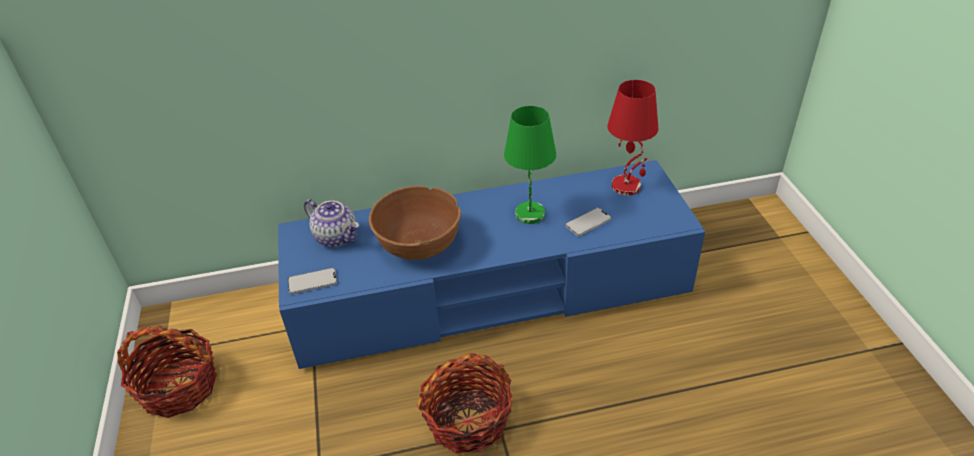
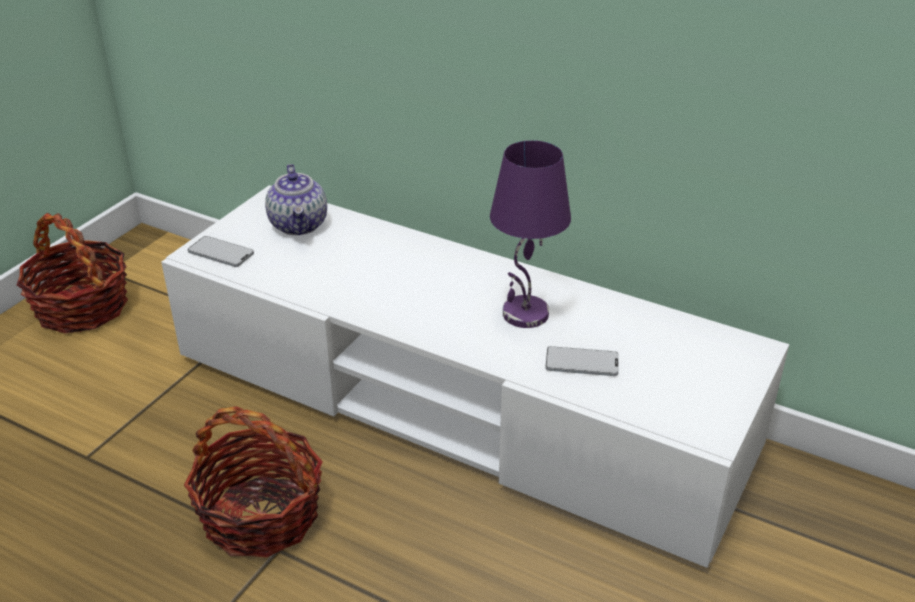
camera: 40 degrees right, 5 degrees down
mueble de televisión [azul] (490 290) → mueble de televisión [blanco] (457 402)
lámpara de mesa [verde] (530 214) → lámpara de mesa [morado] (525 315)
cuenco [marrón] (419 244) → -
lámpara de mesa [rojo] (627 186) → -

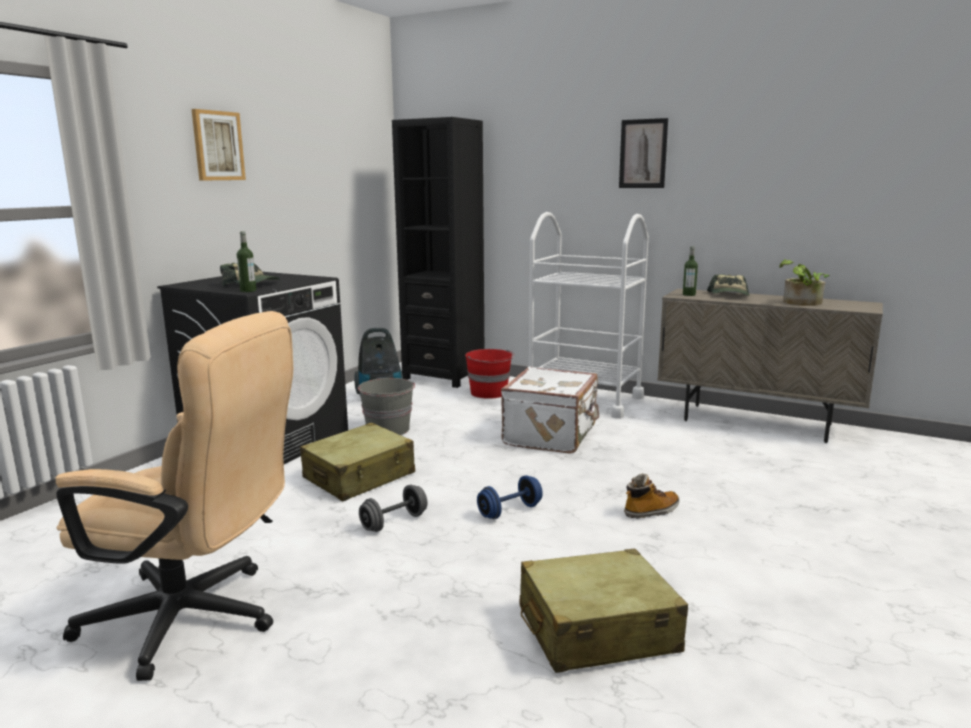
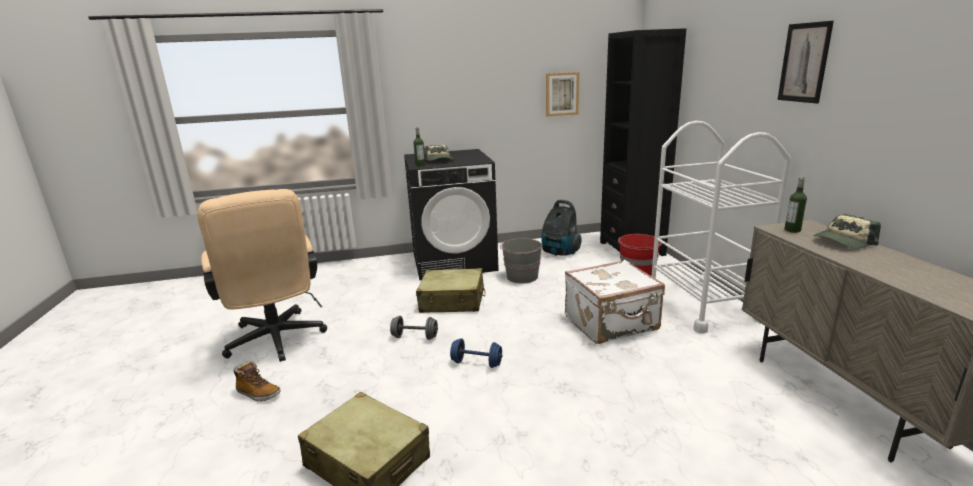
camera: 50 degrees right, 5 degrees up
bota (651 511) → bota (258 394), moved
cuadro (218 146) → cuadro (561 94), moved
planta en maceta (800 303) → -

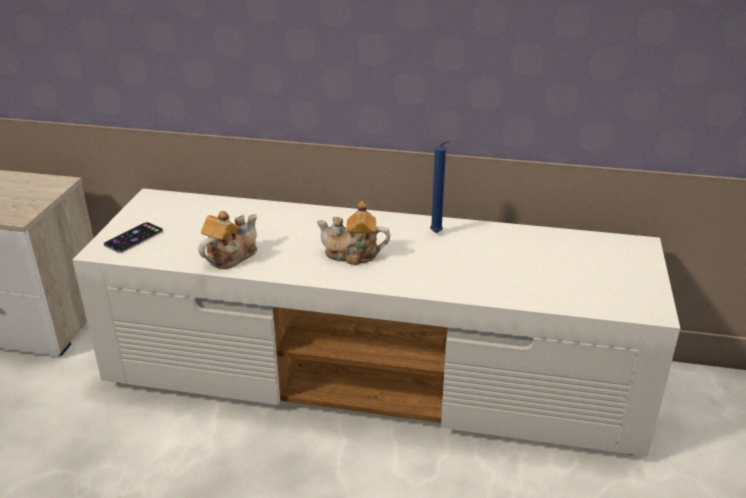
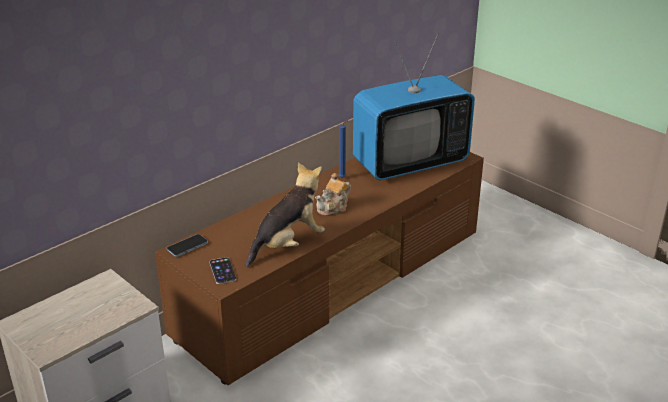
camera: 55 degrees left, 0 degrees up
mueble de televisión [blanco] (376 375) → mueble de televisión [marrón] (334 283)
- → móvil (187 246)
tetera (230 256) → peluche (288 244)
- → televisor (410 163)

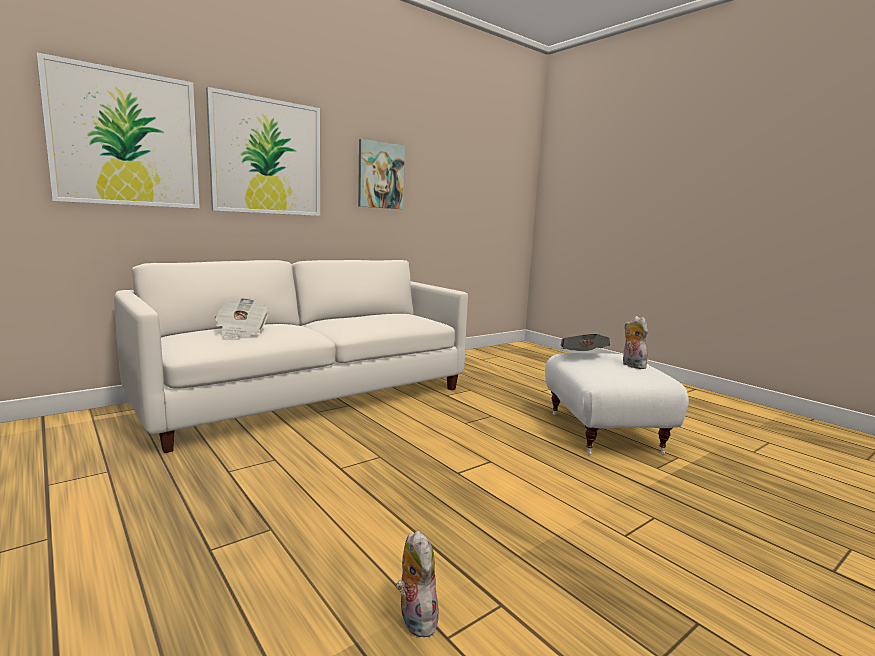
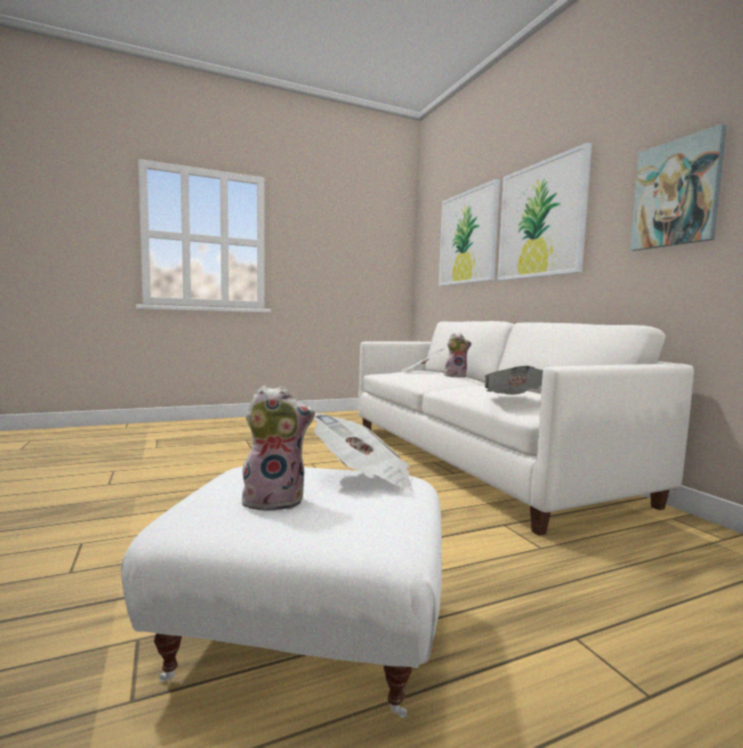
camera: 105 degrees right, 5 degrees down
peluche (414 618) → peluche (455 376), moved
- → periódico (513 399)

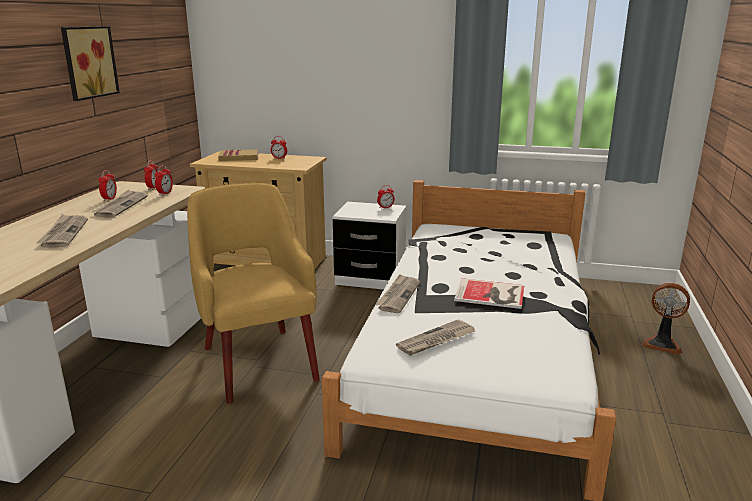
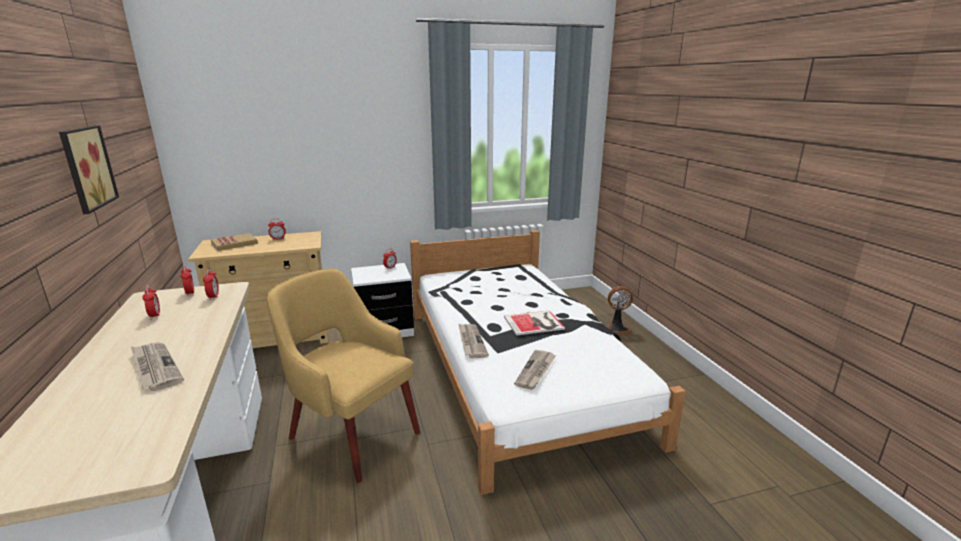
camera: 30 degrees left, 0 degrees up
periódico (121 206) → -

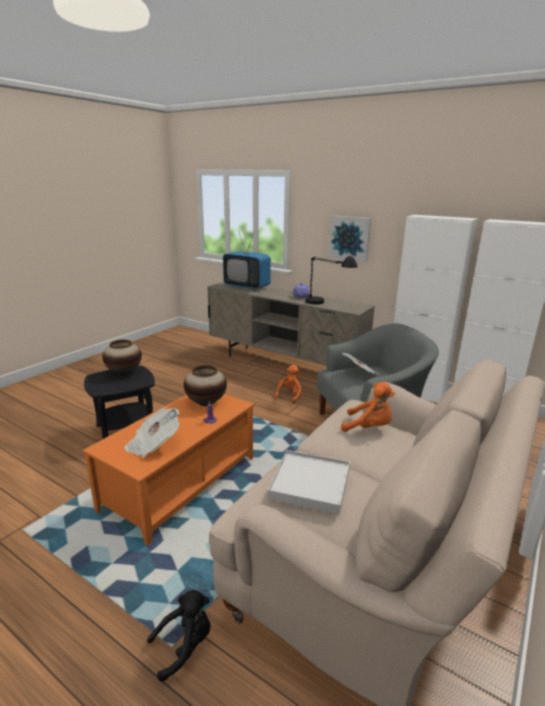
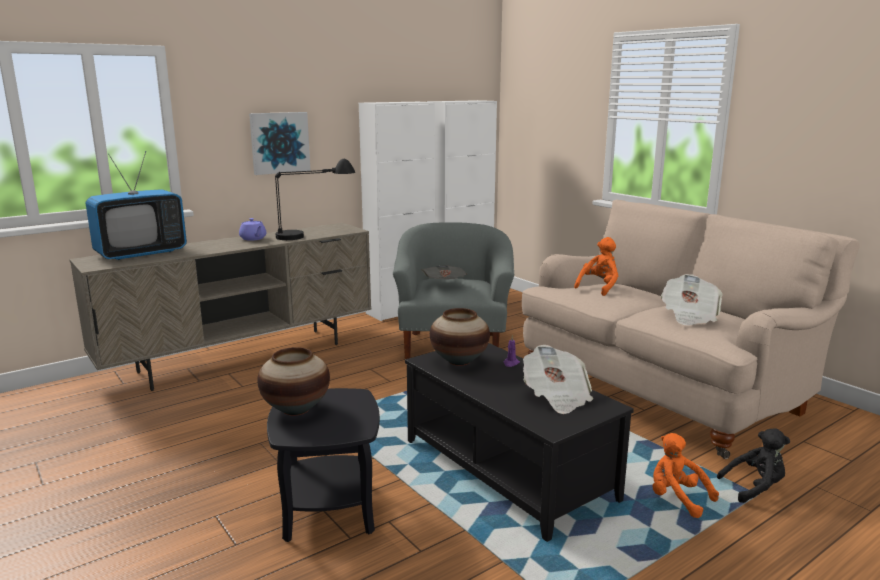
camera: 70 degrees left, 5 degrees down
mesa de centro [naranja] (182 483) → mesa de centro [negro] (508 469)
peluche [naranja] (289 395) → peluche [naranja] (677 498), moved
bandeja [blanco] (310 484) → periódico (689 316)
peluche [negro] (184 646) → peluche [negro] (755 488), 90 degrees clockwise

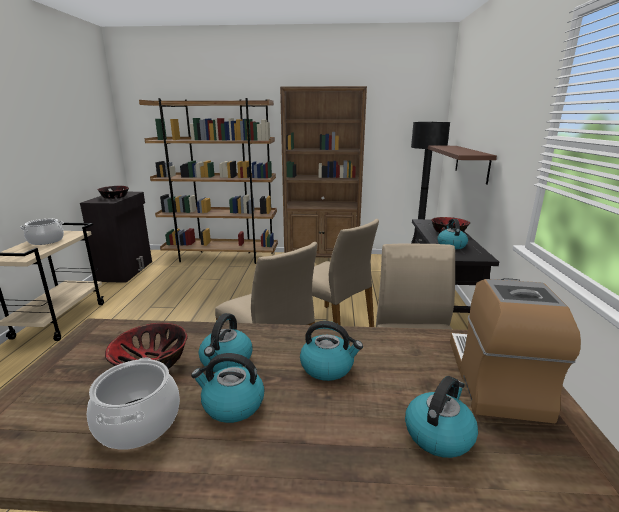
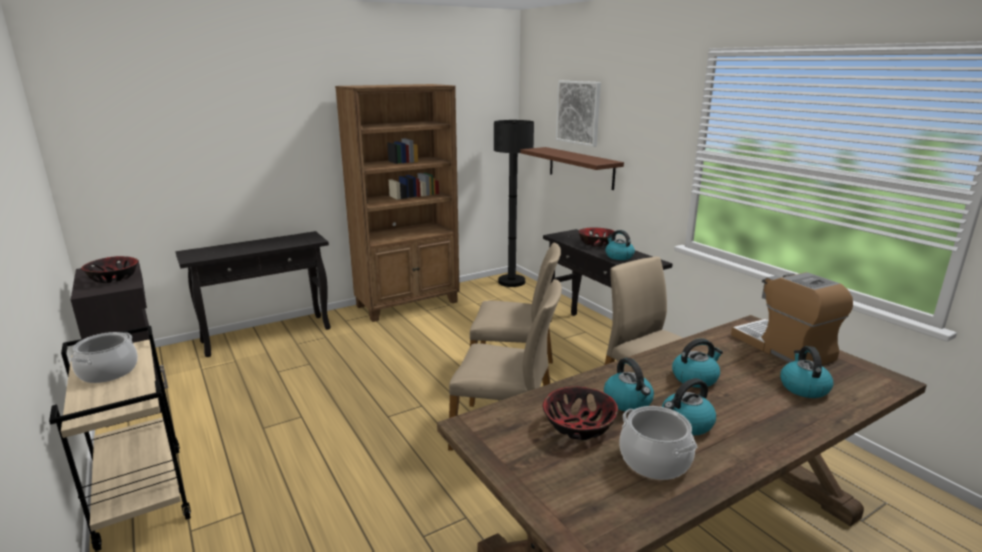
camera: 35 degrees left, 0 degrees up
estantería [marrón] (222 257) → mesa consola [negro] (268 335)
- → cuadro (578 112)

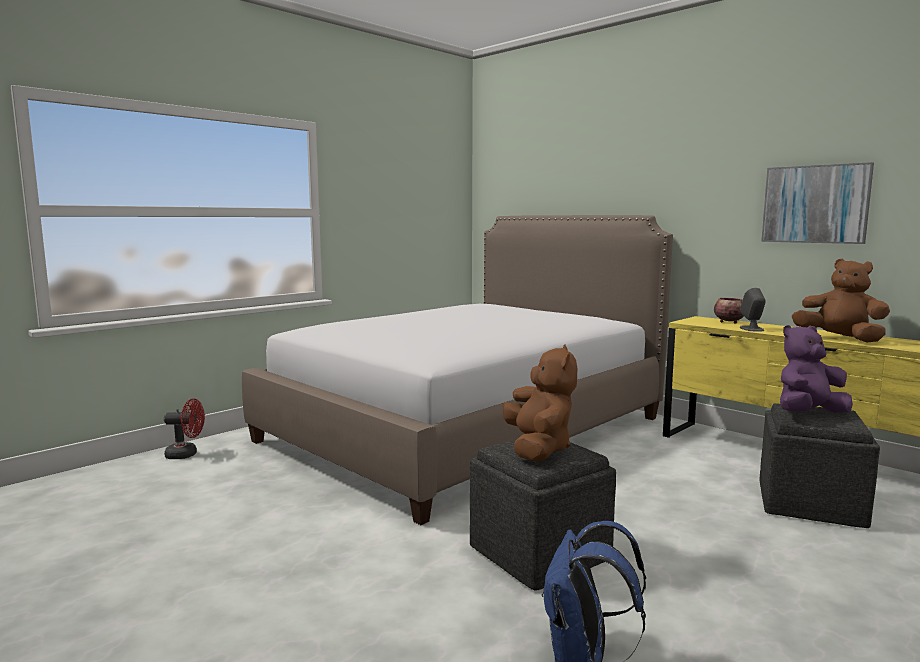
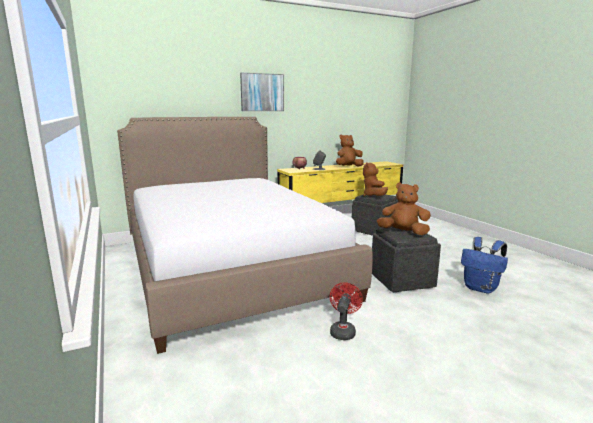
camera: 70 degrees left, 5 degrees up
cuadro (815 204) → cuadro (262 92), moved
ventilador [rojo] (186 454) → ventilador [rojo] (343 331), moved
peluche [morado] (808 414) → peluche [marrón] (373 196)

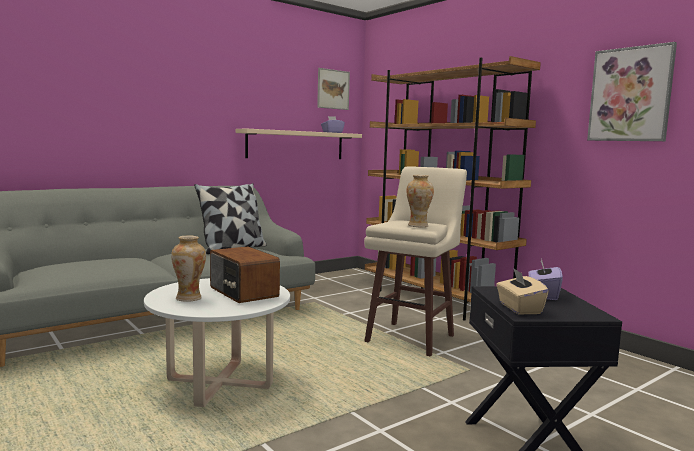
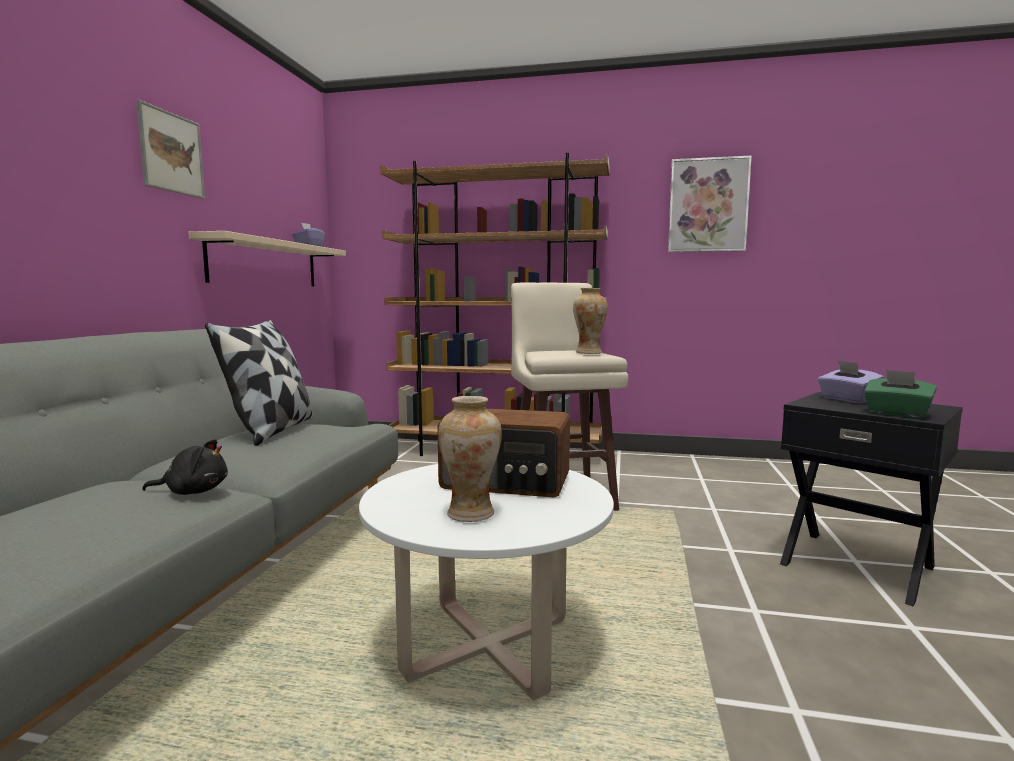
camera: 40 degrees left, 0 degrees up
cuadro (333 89) → cuadro (171 153), moved
- → peluche [negro] (193 491)
caja de pañuelos [beis] (519 308) → caja de pañuelos [verde] (897 414)

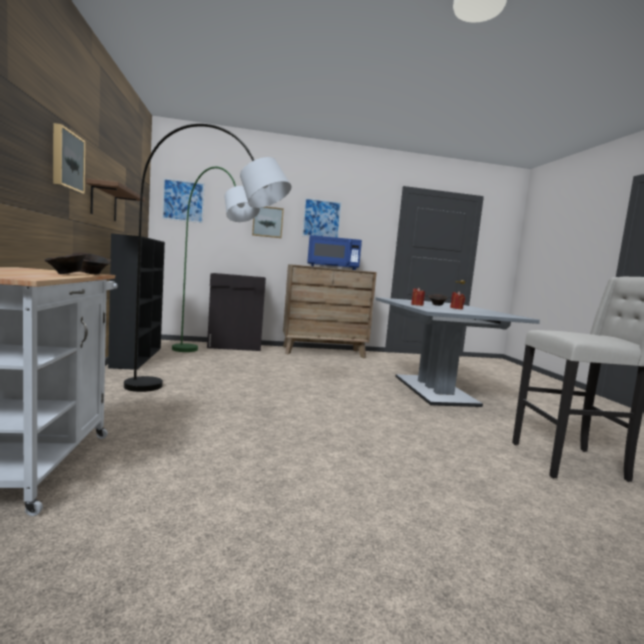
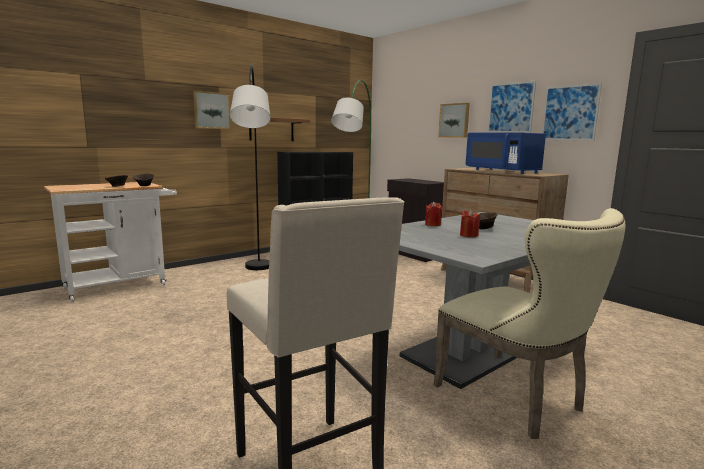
camera: 60 degrees right, 5 degrees up
- → silla [beis] (517 399)
cuadro (183 201) → cuadro (570 113), moved

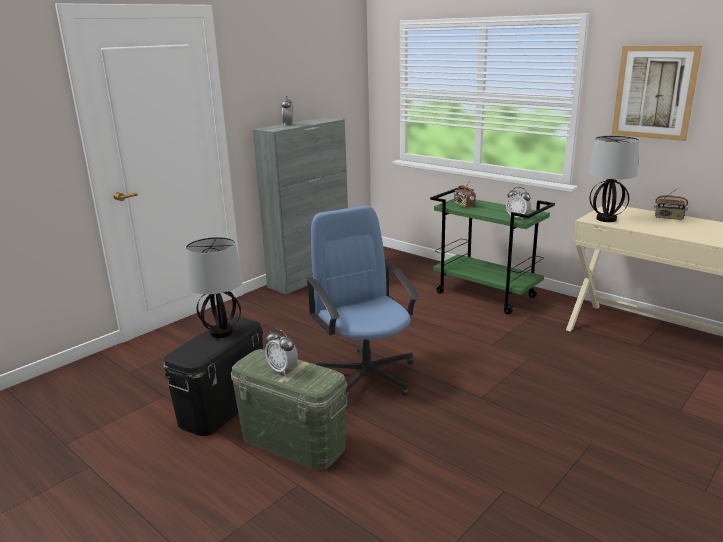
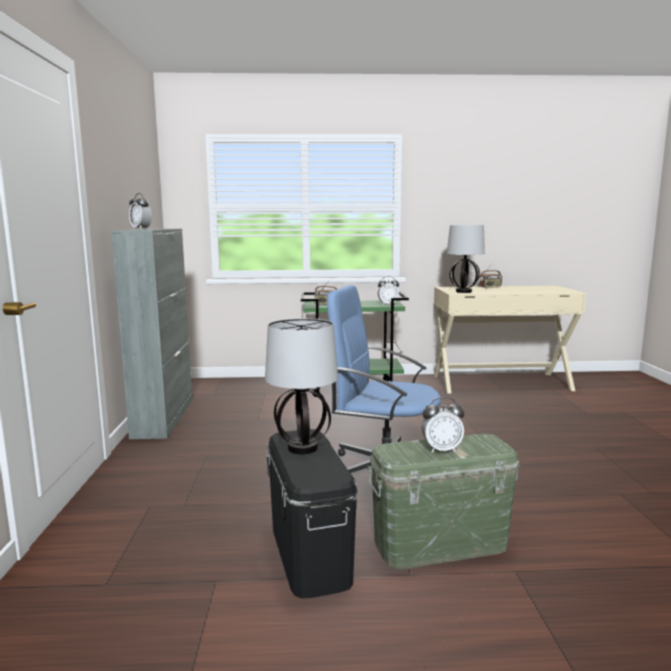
camera: 45 degrees left, 10 degrees down
cuadro (654 92) → -

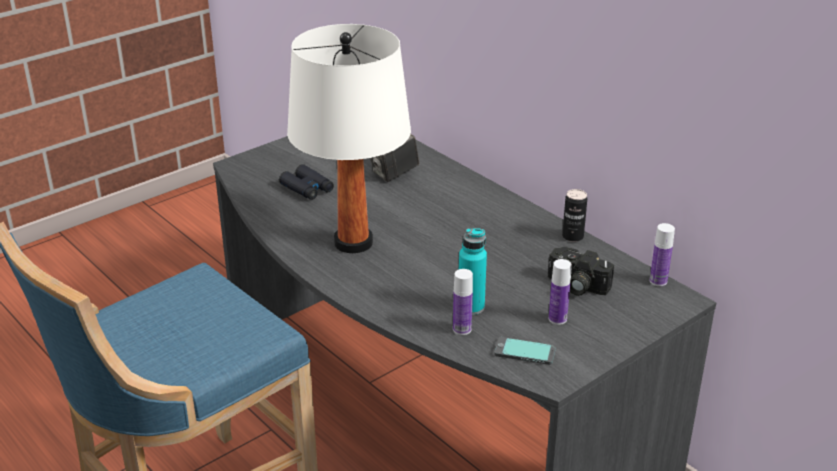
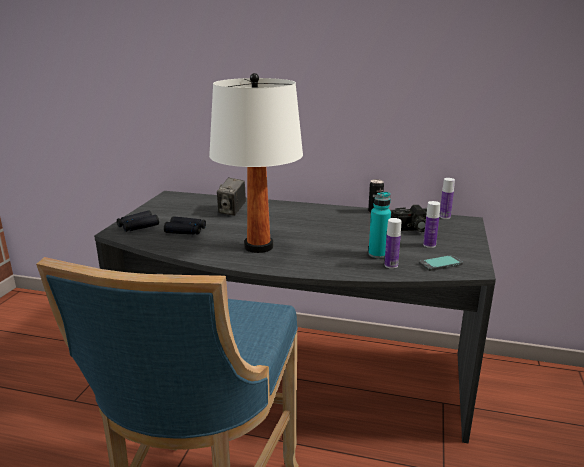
camera: 35 degrees left, 10 degrees down
- → prismáticos [negro] (138 226)

